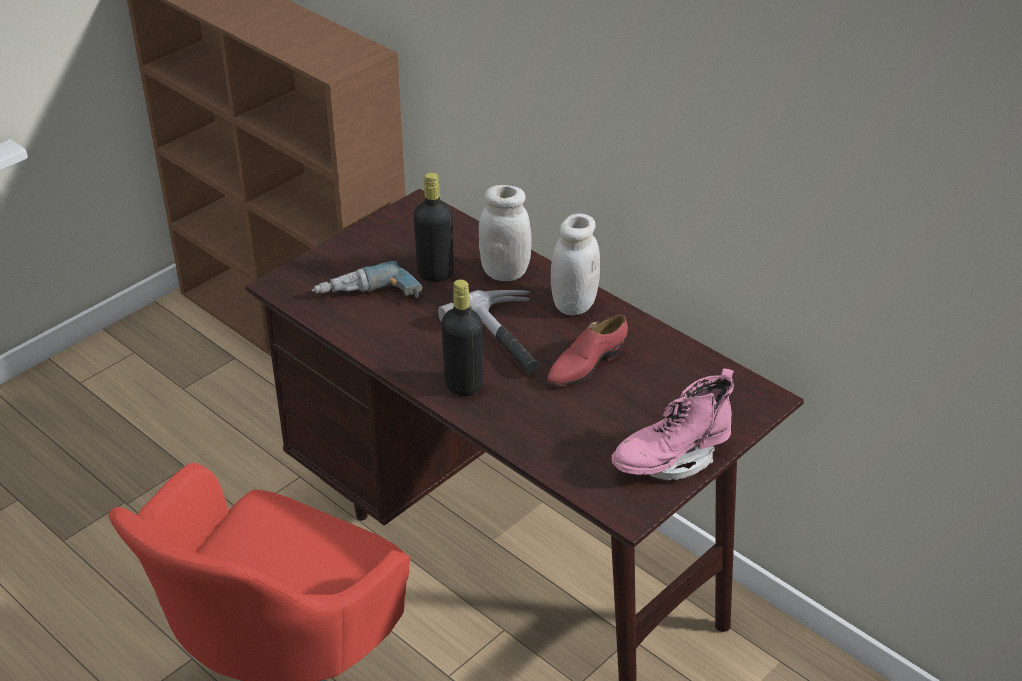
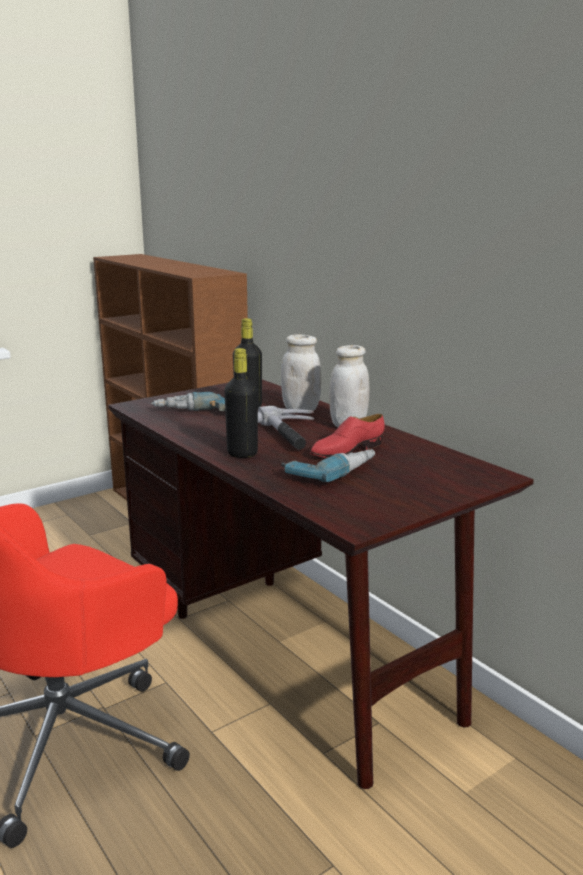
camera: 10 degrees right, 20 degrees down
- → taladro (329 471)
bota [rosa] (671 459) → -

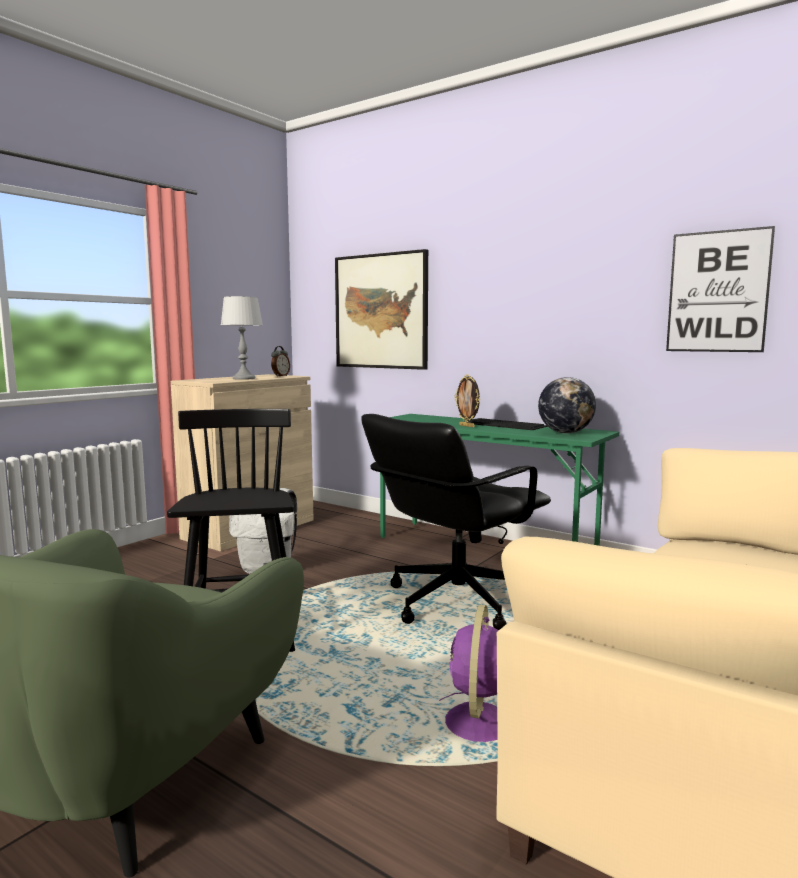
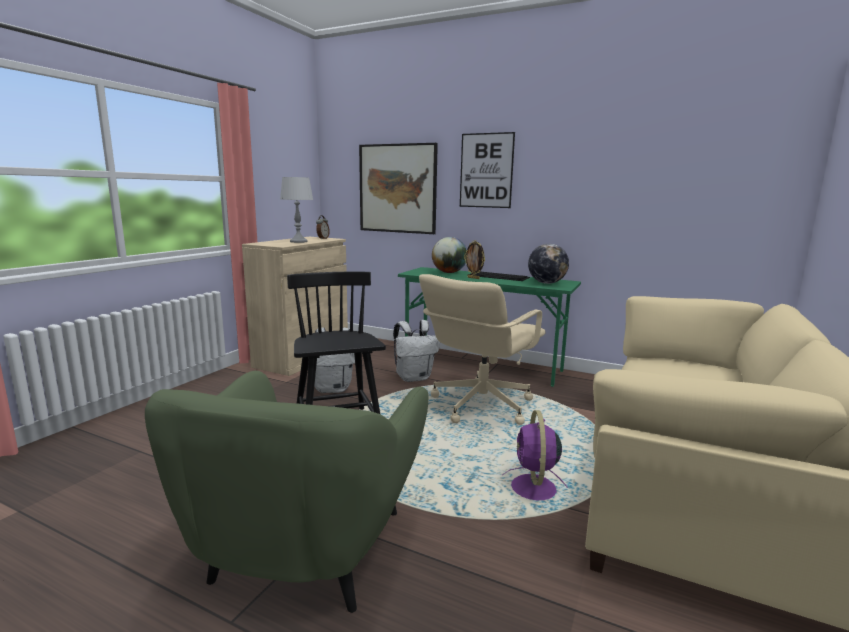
camera: 10 degrees left, 5 degrees up
- → mochila [blanco] (414 377)
silla de oficina [negro] (455 601) → silla de oficina [beis] (480 405)
- → globo terráqueo (449 272)
cuadro (718 292) → cuadro (486 170), moved

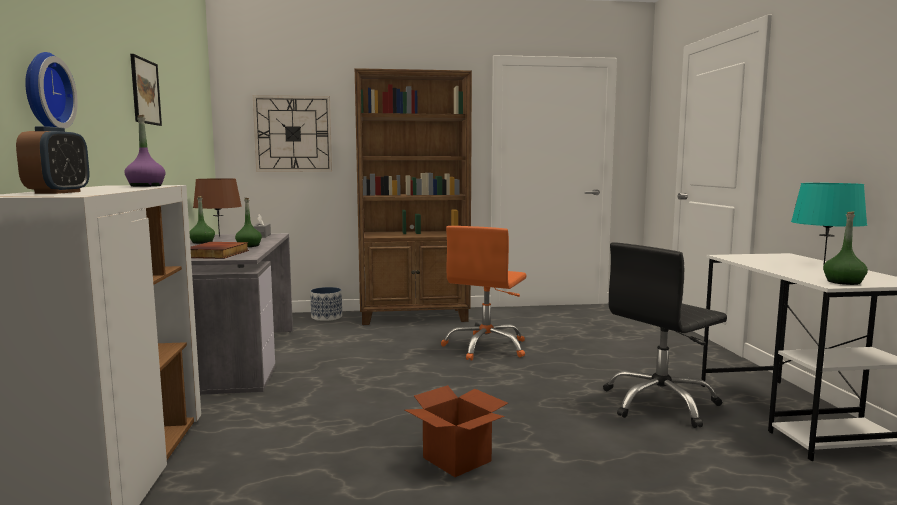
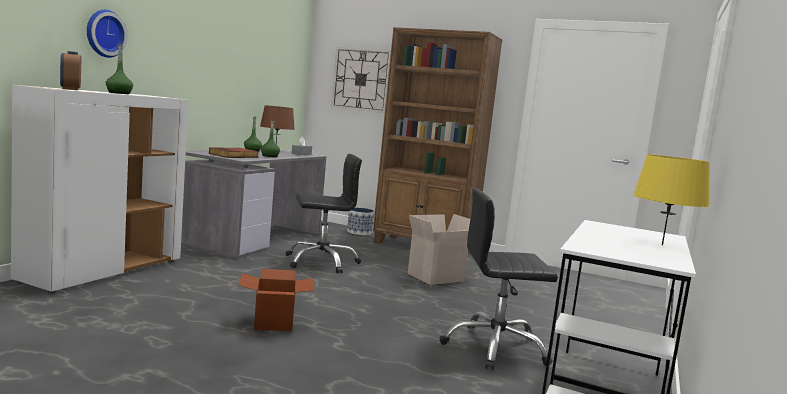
camera: 30 degrees right, 0 degrees up
despertador (58 192) → despertador (70 89), 120 degrees clockwise
botella [verde] (843 282) → botella [verde] (119 93), moved
- → silla de oficina [negro] (321 262)
silla de oficina [naranja] (486 347) → caja de cartón (436 278)
lámpara de mesa [turquesa] (823 265) → lámpara de mesa [amarillo] (662 244)
botella [morado] (146 186) → -
cuadro (145 91) → -

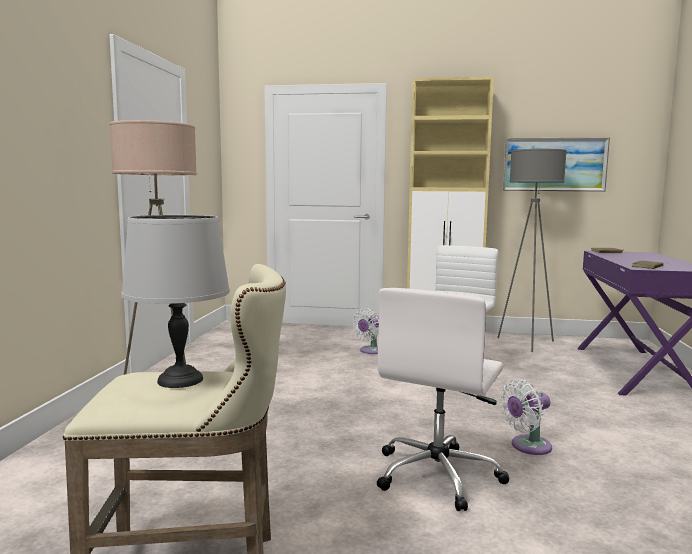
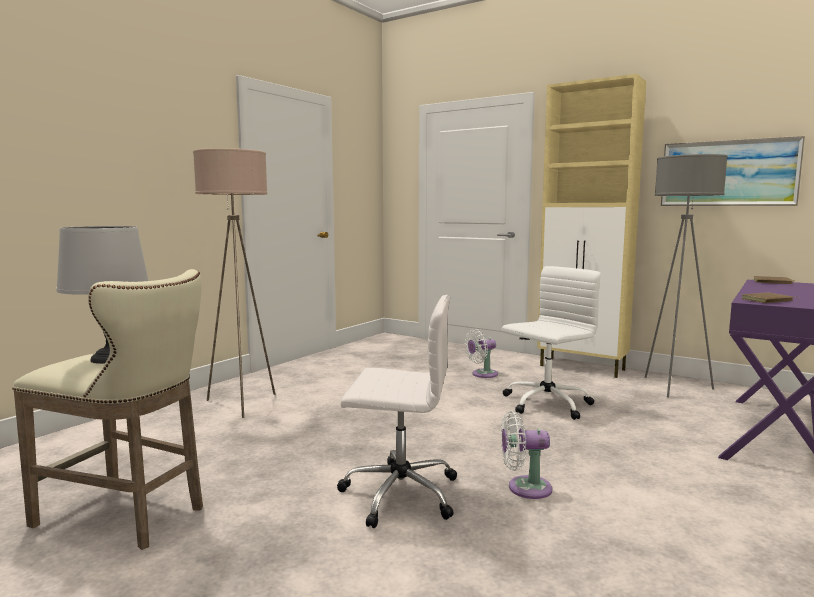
camera: 25 degrees right, 0 degrees up
silla de oficina [blanco] (438 475) → silla de oficina [blanco] (398 493), 135 degrees counterclockwise

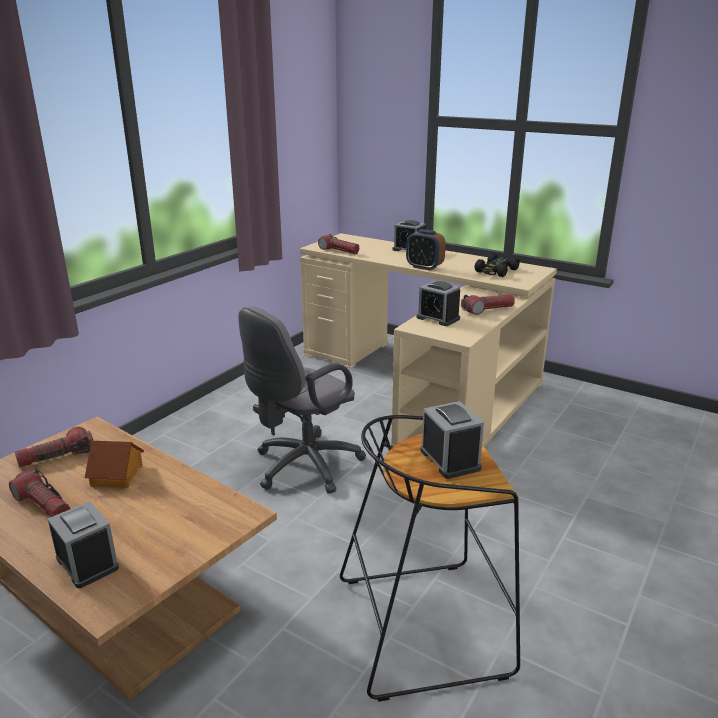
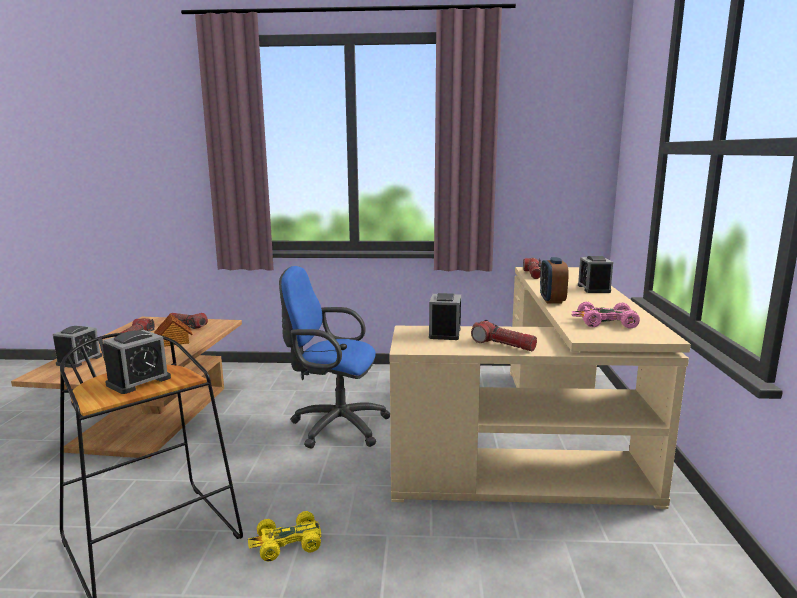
camera: 60 degrees right, 10 degrees down
- → coche de juguete [amarillo] (287 544)
silla de oficina [gris] (302 467) → silla de oficina [azul] (334 426)
coche de juguete [negro] (496 271) → coche de juguete [rosa] (605 322)

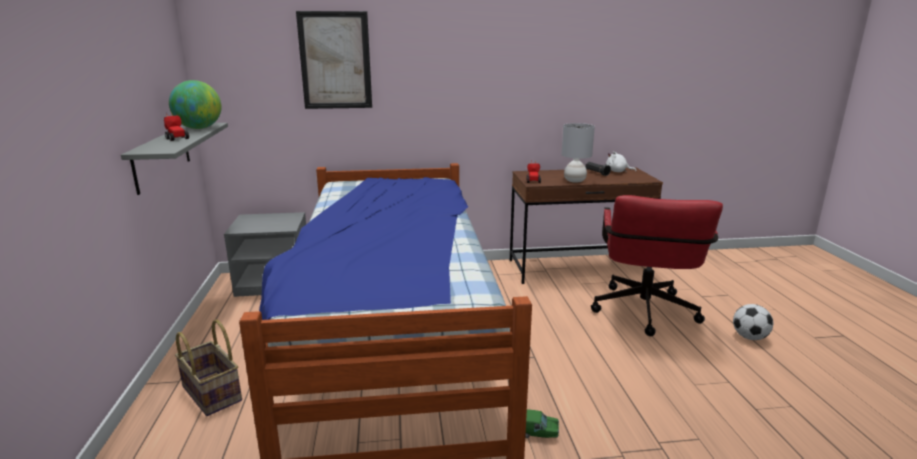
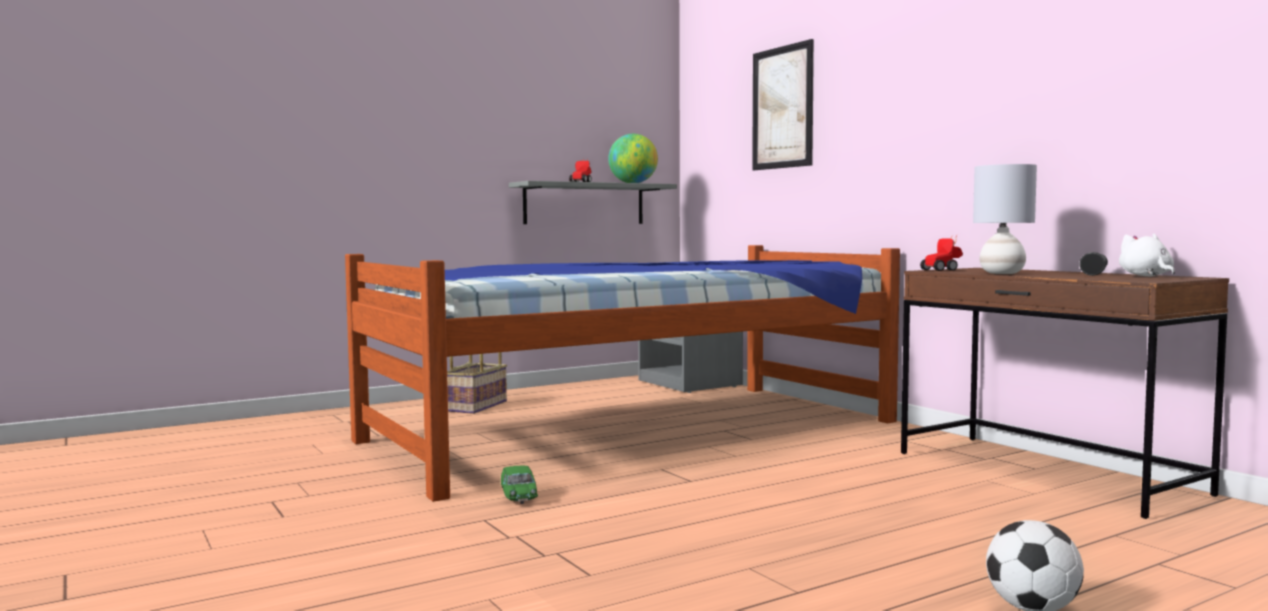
camera: 65 degrees right, 15 degrees down
silla de oficina [rojo] (644 315) → -

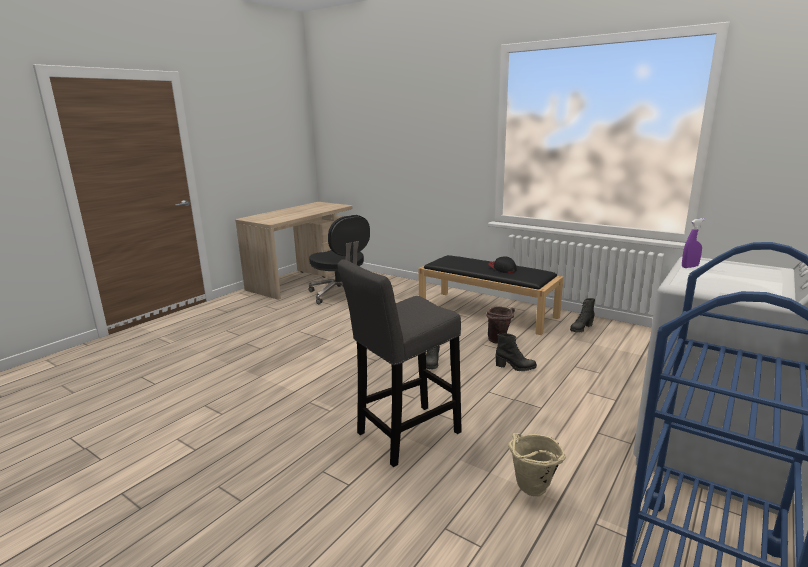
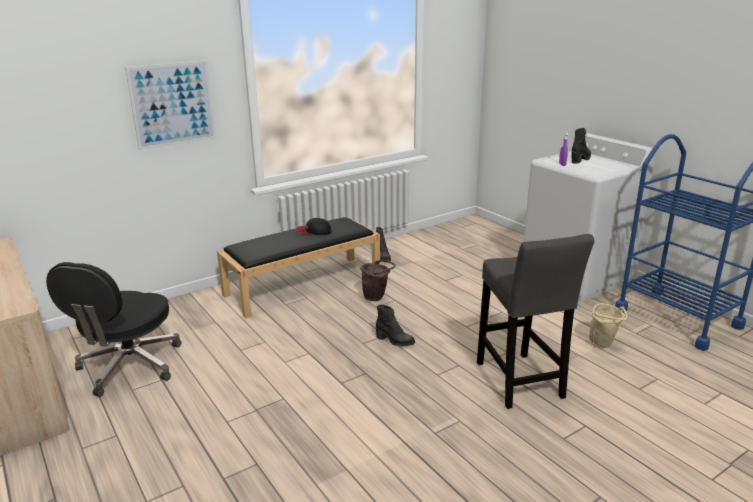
camera: 70 degrees left, 5 degrees up
silla de oficina [negro] (341 294) → silla de oficina [negro] (129 366), 120 degrees clockwise
- → cuadro (172 104)
bota [negro] (515 367) → bota [negro] (580 159), moved

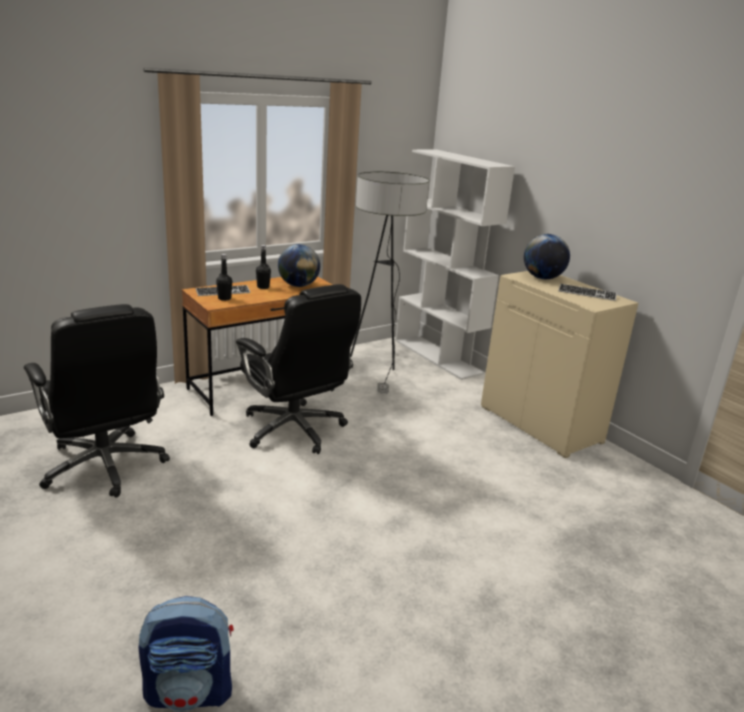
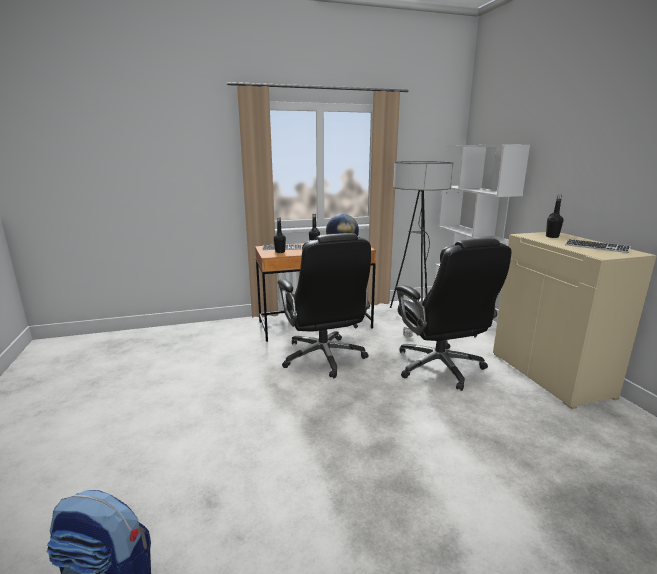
camera: 20 degrees right, 5 degrees down
silla de oficina [negro] (105 466) → silla de oficina [negro] (440 367), moved
globo terráqueo (542 278) → botella [negro] (552 237)

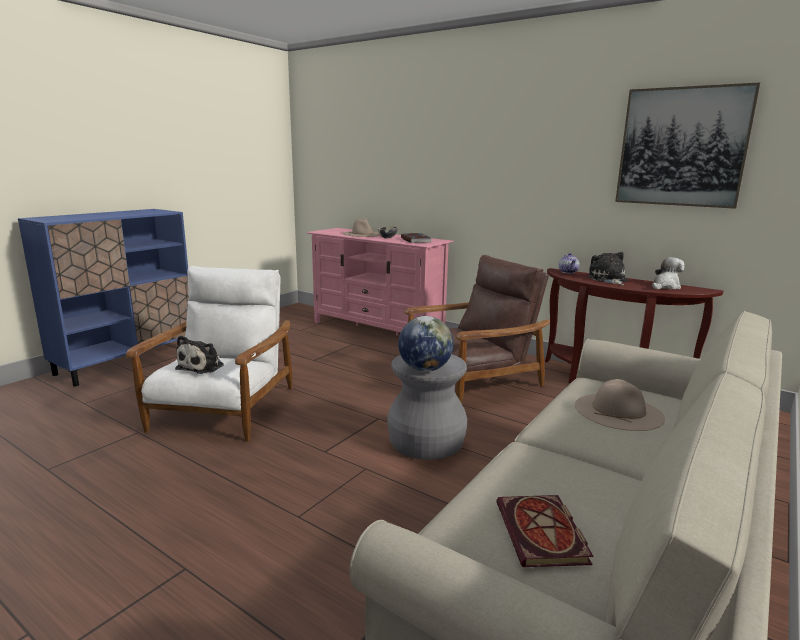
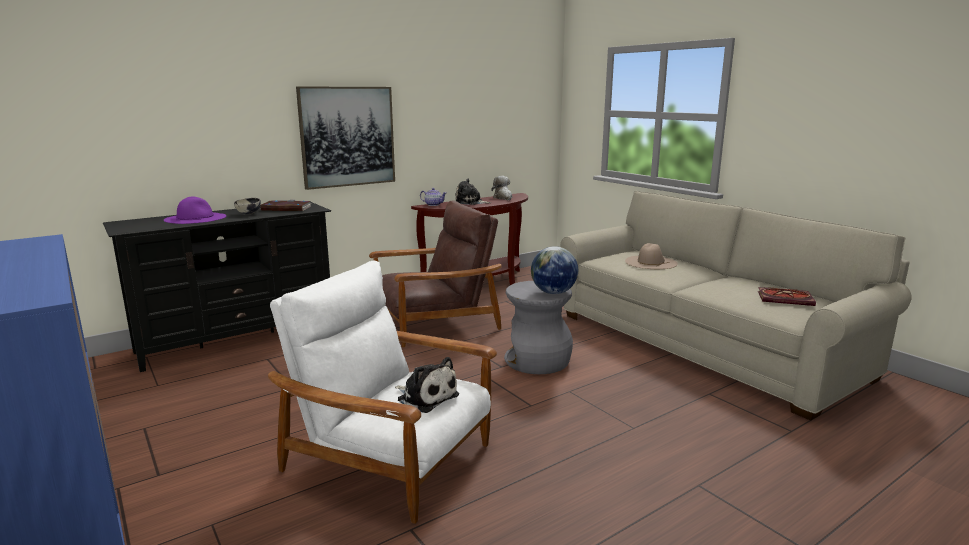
camera: 70 degrees left, 0 degrees up
mueble de televisión [rosa] (377 330) → mueble de televisión [negro] (238 339)
sombrero [beis] (362 234) → sombrero [morado] (195 218)
cuadro (682 147) → cuadro (347 136), moved
sillón [marrón] (472 381) → sillón [marrón] (435 323), 75 degrees clockwise

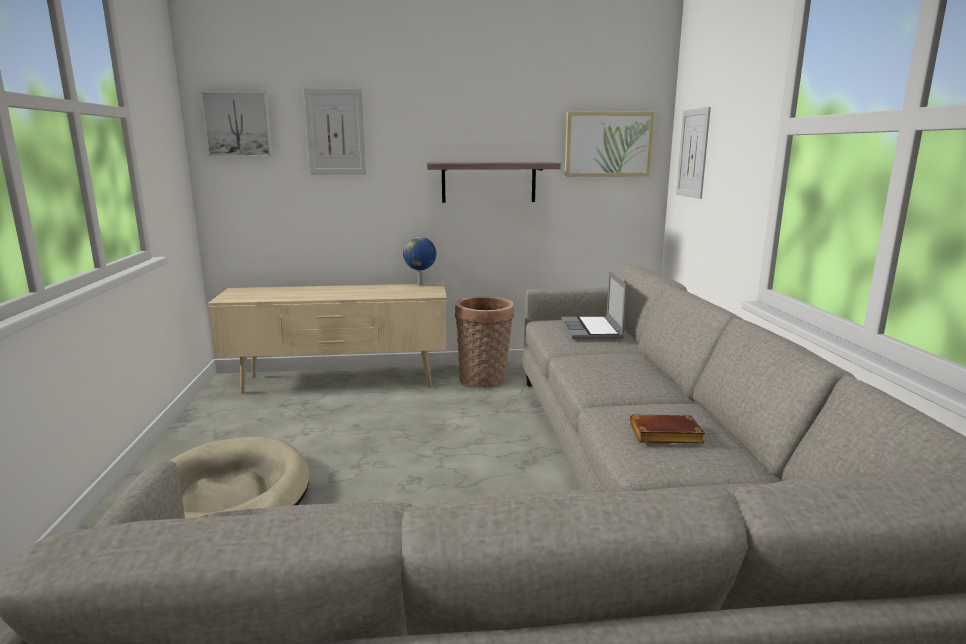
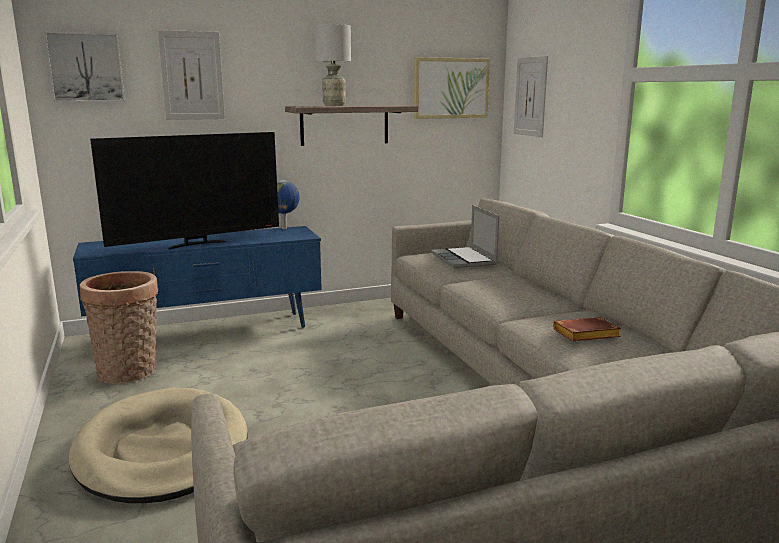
camera: 15 degrees left, 0 degrees up
mueble de televisión [beis] (340 382) → mueble de televisión [azul] (209 332)
cesta (484 381) → cesta (130 373), moved
- → televisor (197 244)
- → lámpara de mesa [gris] (334 105)

